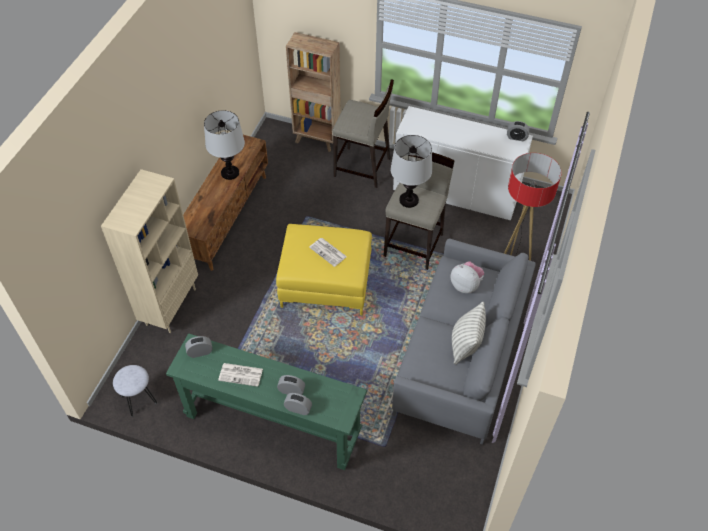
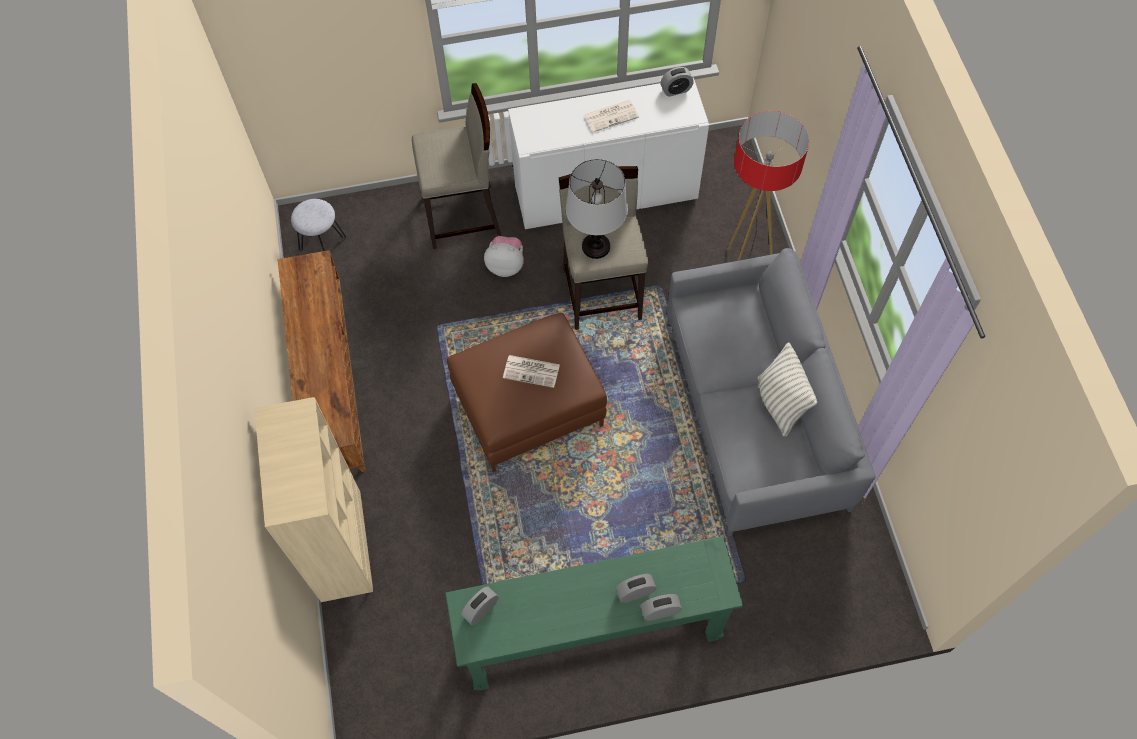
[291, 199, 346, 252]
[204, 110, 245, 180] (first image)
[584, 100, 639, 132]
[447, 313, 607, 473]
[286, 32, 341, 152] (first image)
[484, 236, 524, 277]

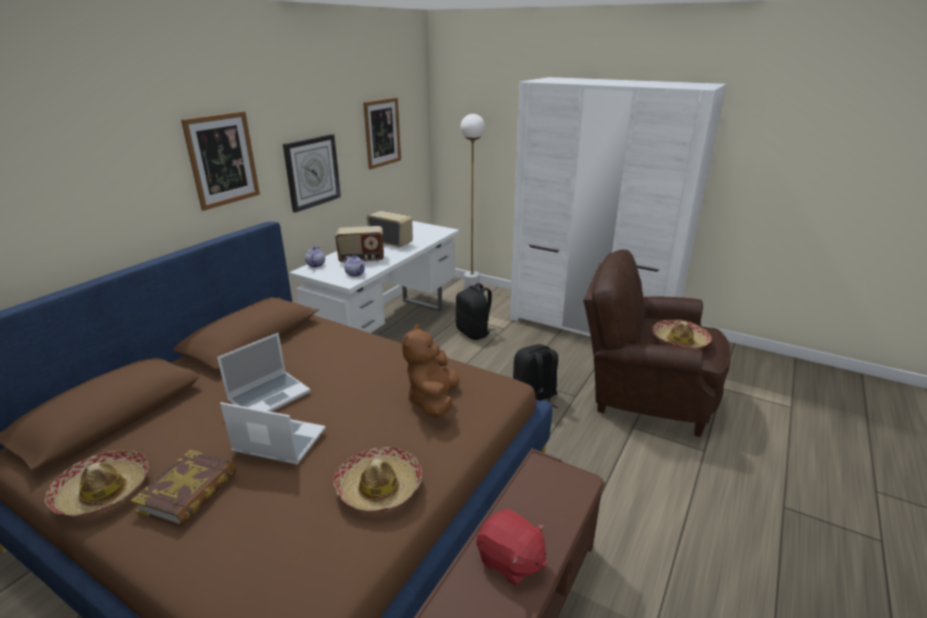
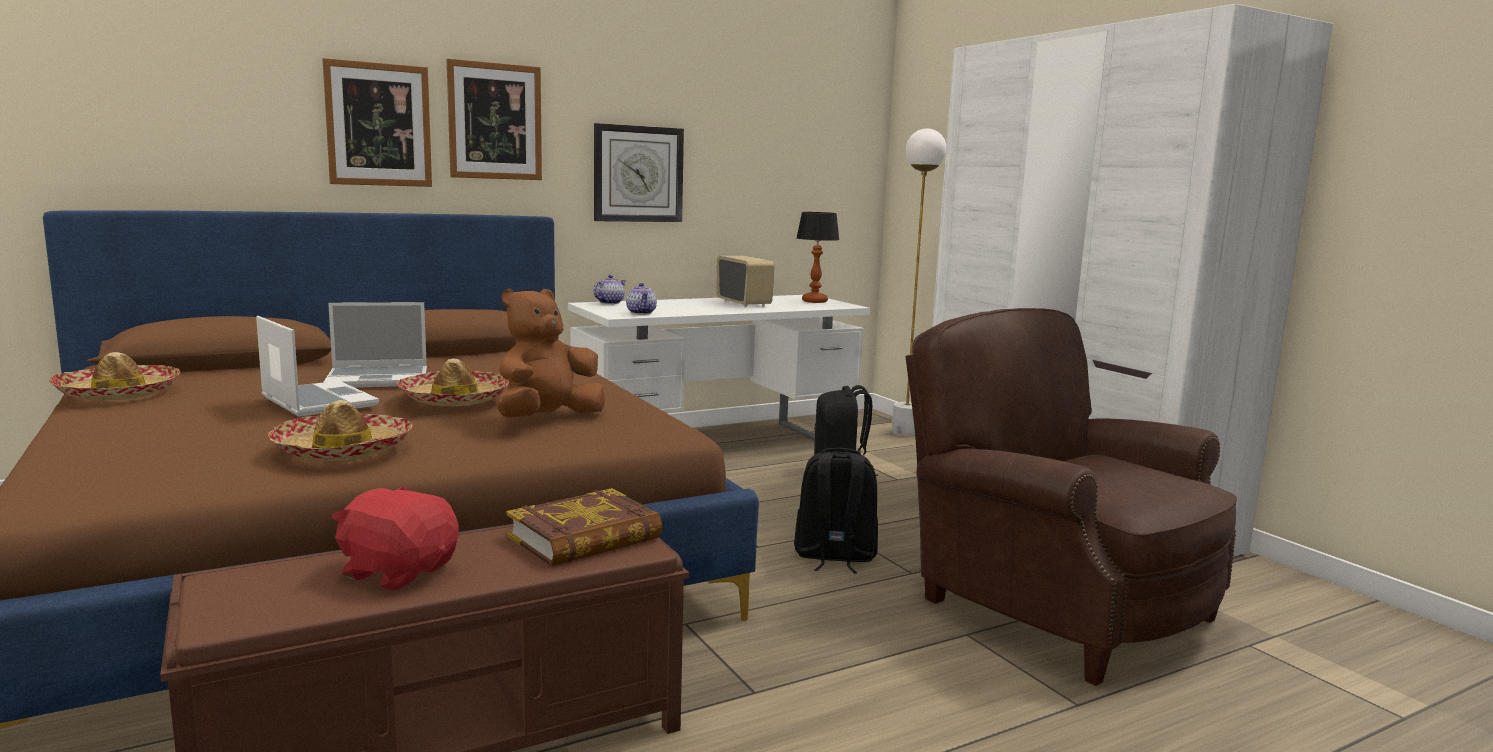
[506, 488, 663, 566]
[335, 226, 384, 262] (first image)
[322, 58, 432, 187]
[331, 486, 459, 590]
[397, 359, 509, 406]
[797, 212, 840, 303]

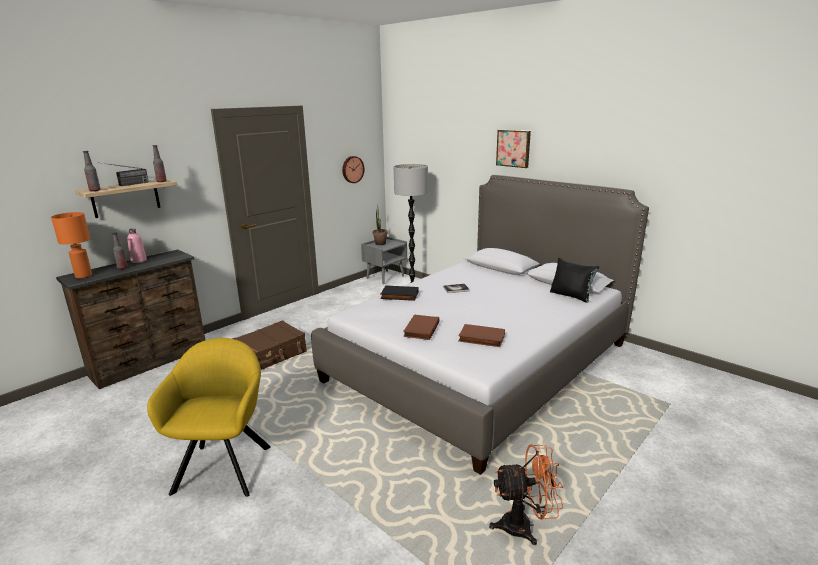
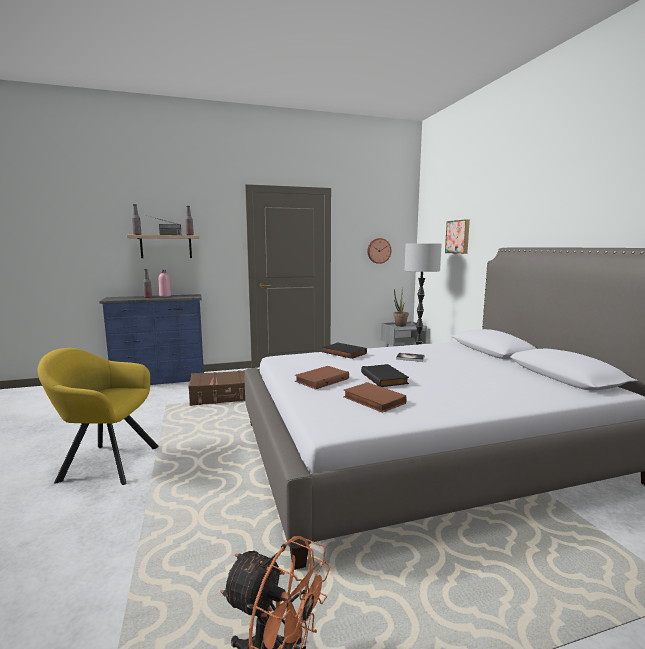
[51, 212, 92, 278] (first image)
[99, 294, 204, 385]
[37, 348, 159, 485]
[445, 219, 470, 254]
[550, 258, 599, 303] (first image)
[361, 364, 409, 387]

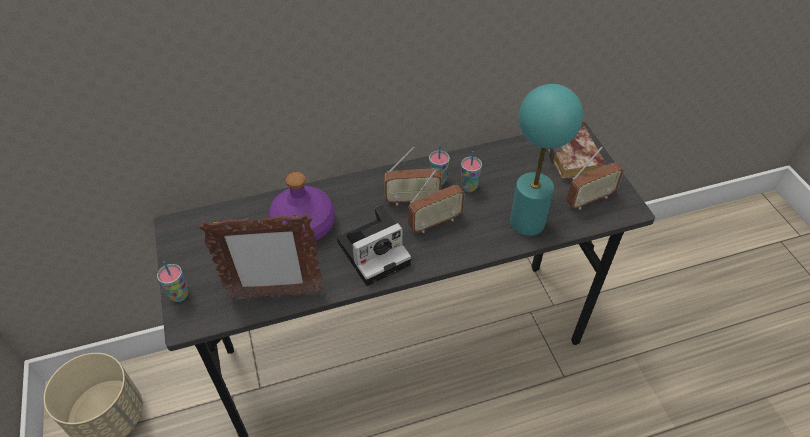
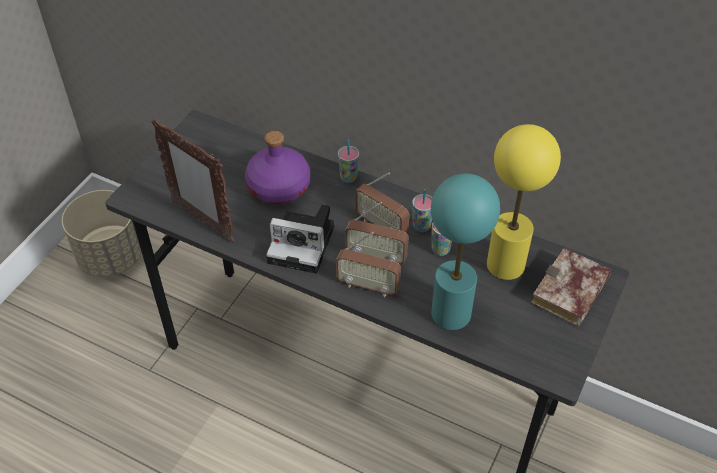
[338, 140, 359, 183]
[336, 232, 401, 297]
[487, 124, 561, 280]

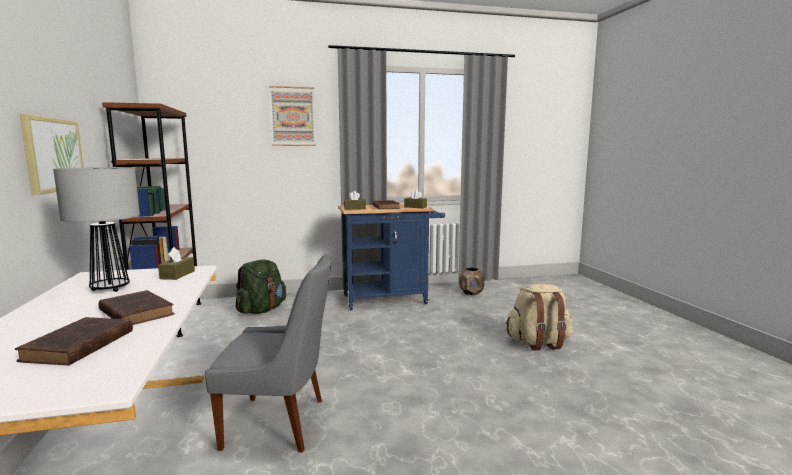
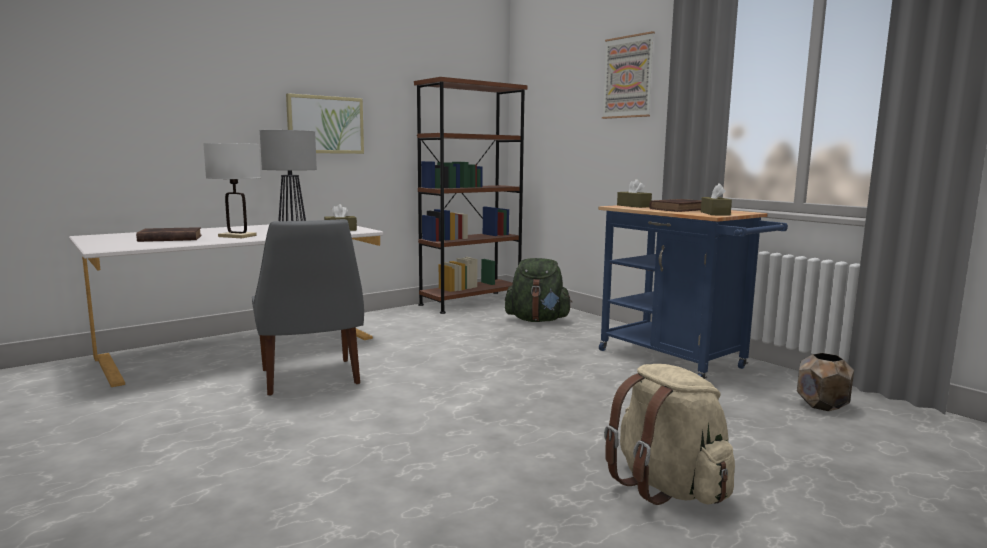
[203, 143, 261, 238]

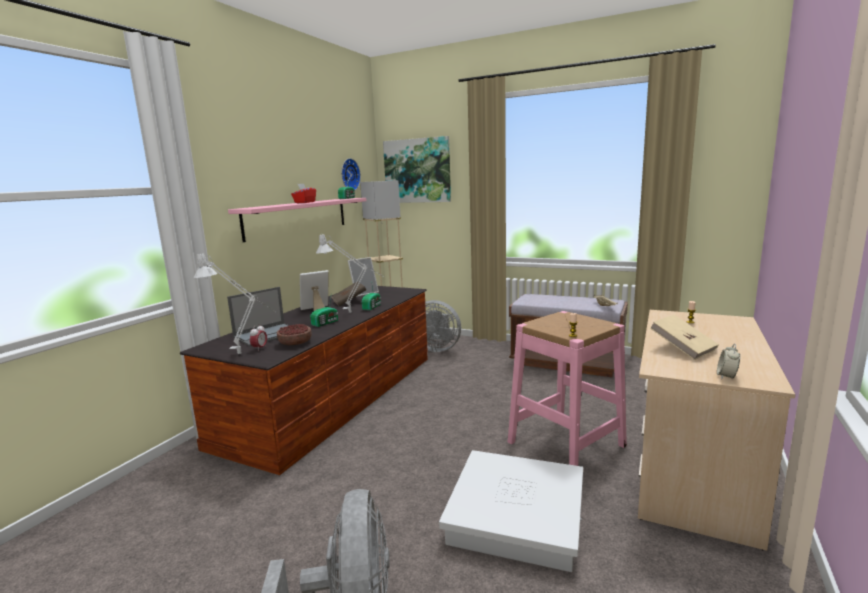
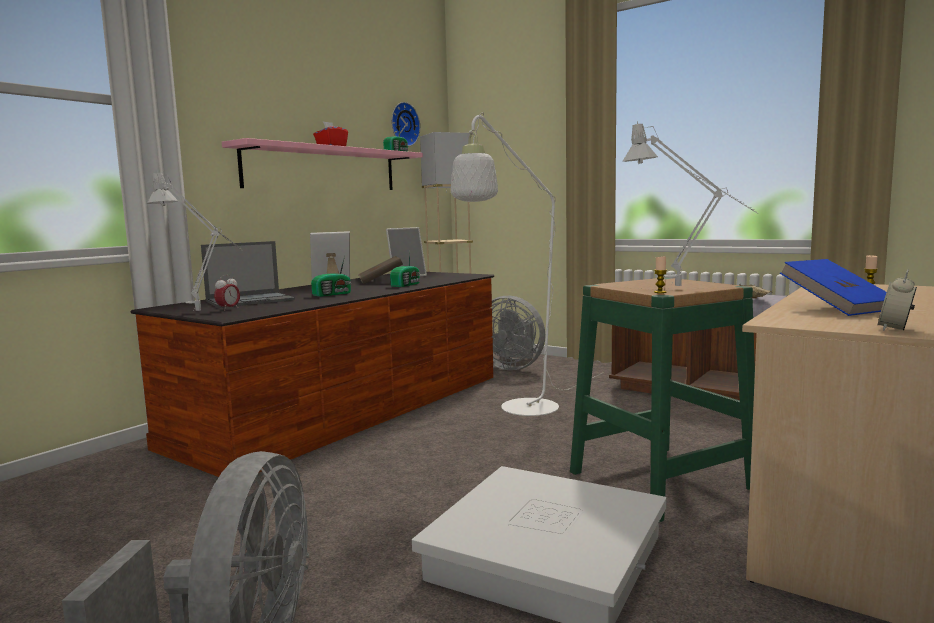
[277, 324, 312, 345] (first image)
[622, 121, 758, 286]
[383, 136, 451, 203] (first image)
[570, 278, 755, 522]
[780, 259, 886, 316]
[451, 112, 602, 416]

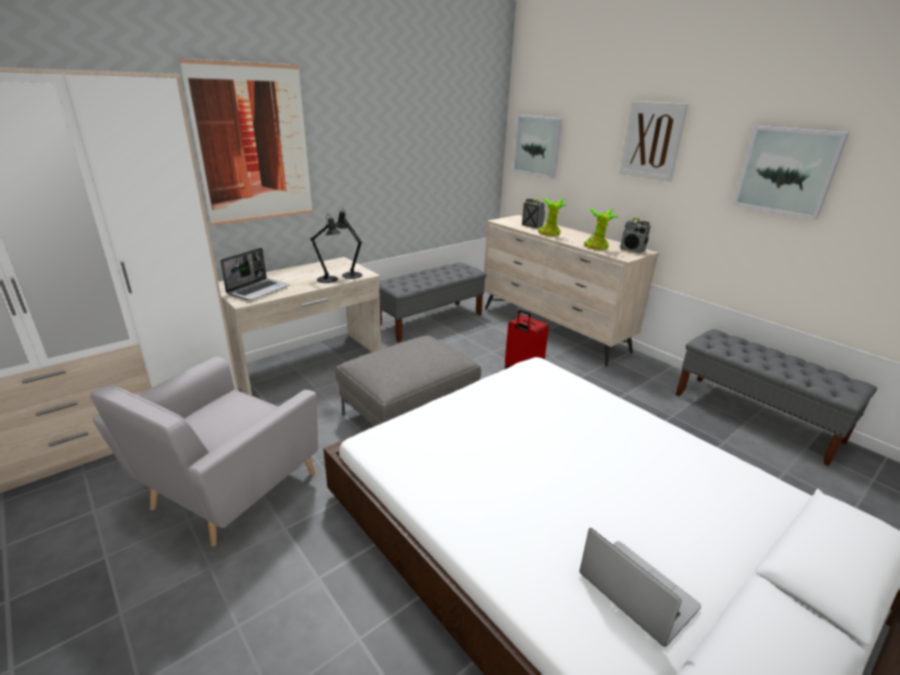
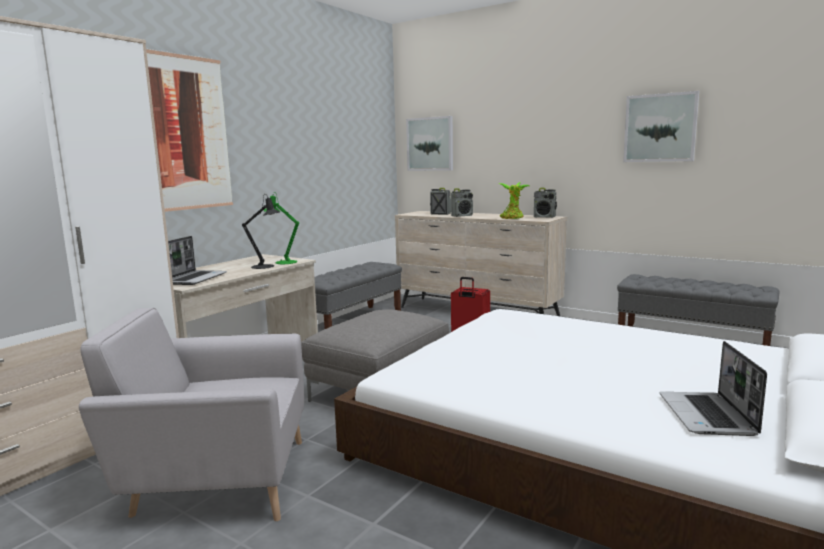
[79, 308, 304, 521]
[264, 192, 299, 264]
[451, 188, 473, 217]
[660, 341, 767, 436]
[619, 101, 688, 181] (first image)

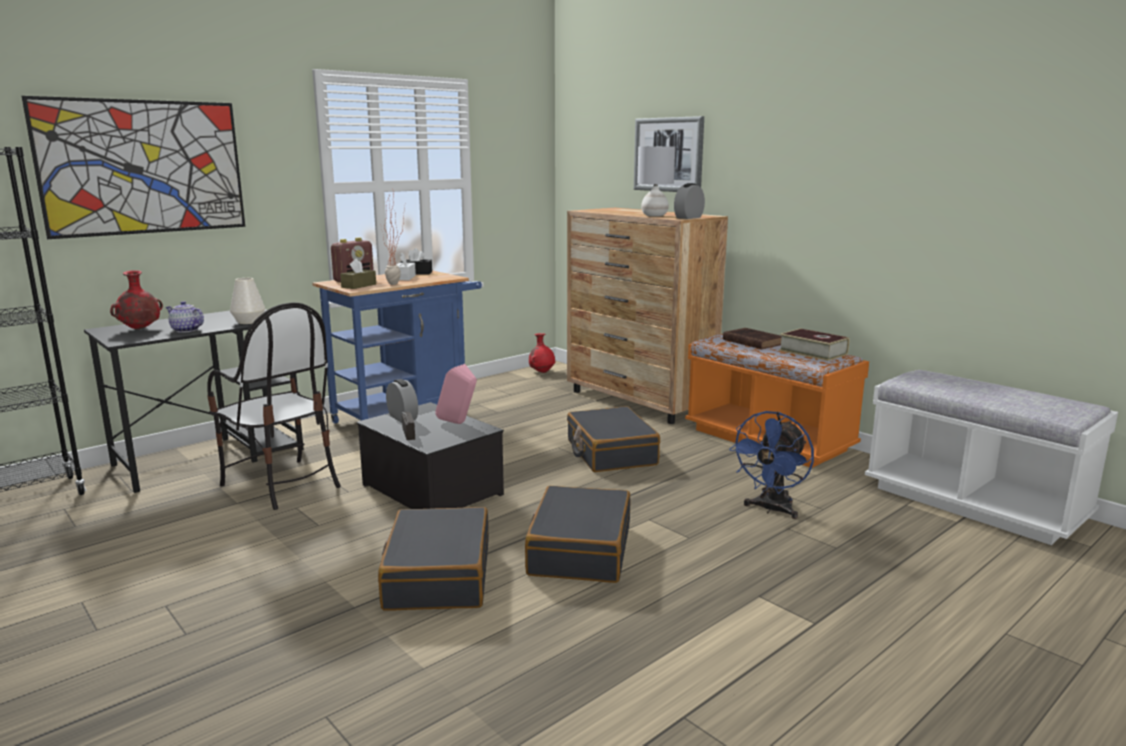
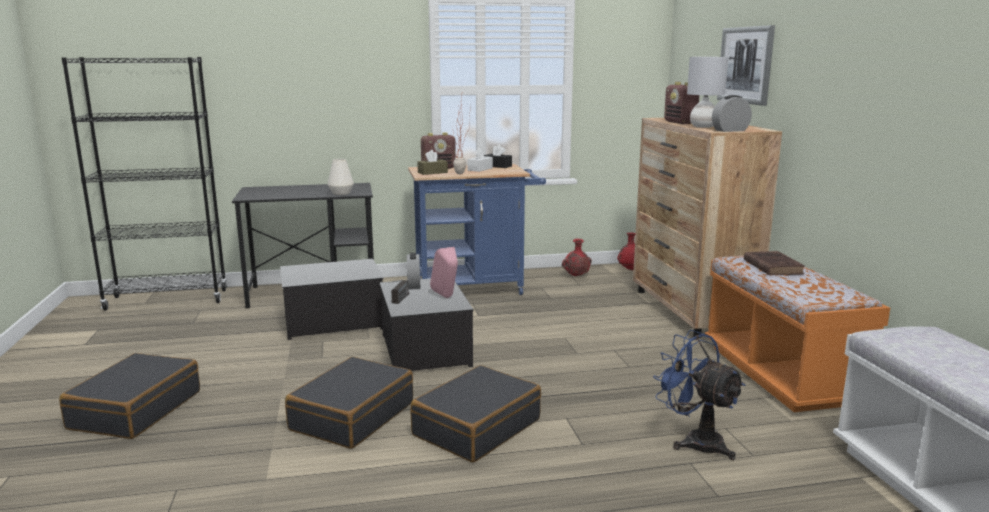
[22, 96, 245, 239] (first image)
[562, 239, 592, 276]
[166, 301, 204, 333] (first image)
[280, 259, 383, 340]
[59, 353, 200, 439]
[653, 330, 746, 460]
[779, 328, 849, 361] (first image)
[664, 82, 699, 124]

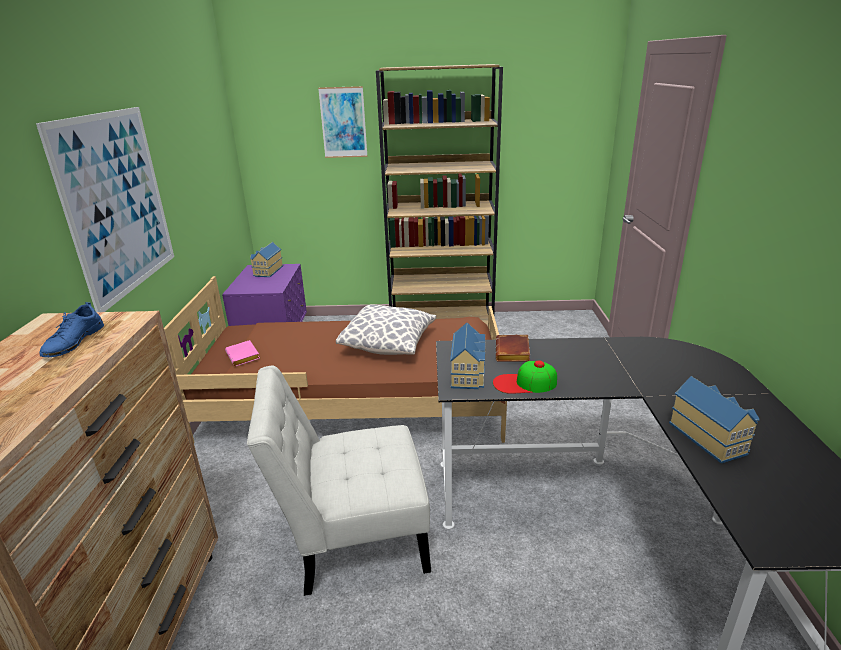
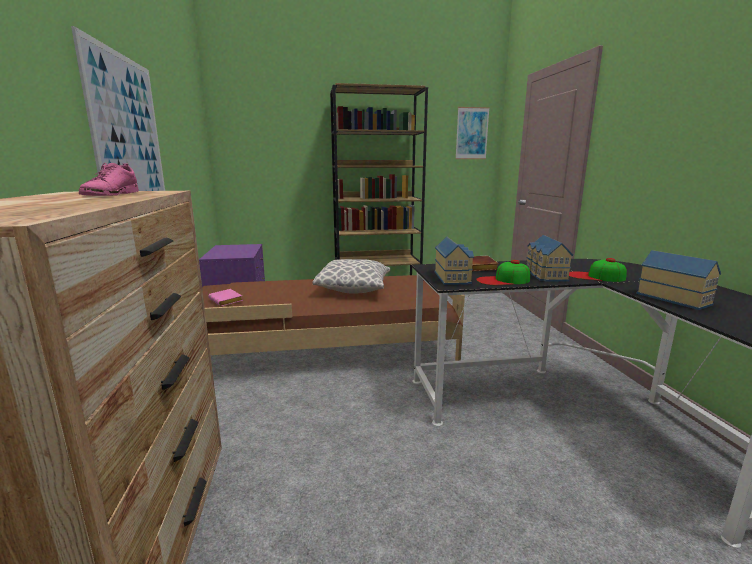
[79, 163, 139, 196]
[247, 365, 431, 596] (first image)
[527, 235, 573, 282]
[455, 107, 490, 159]
[569, 258, 627, 282]

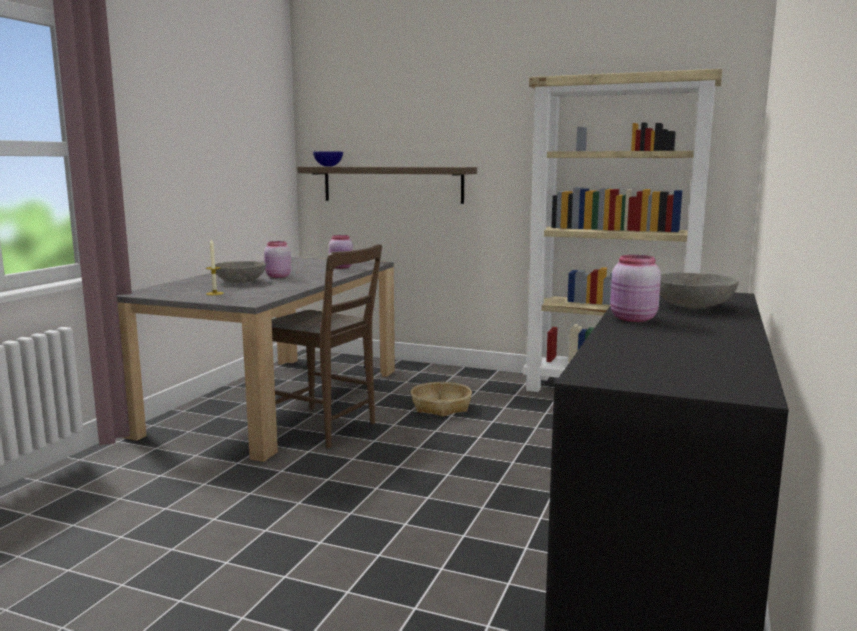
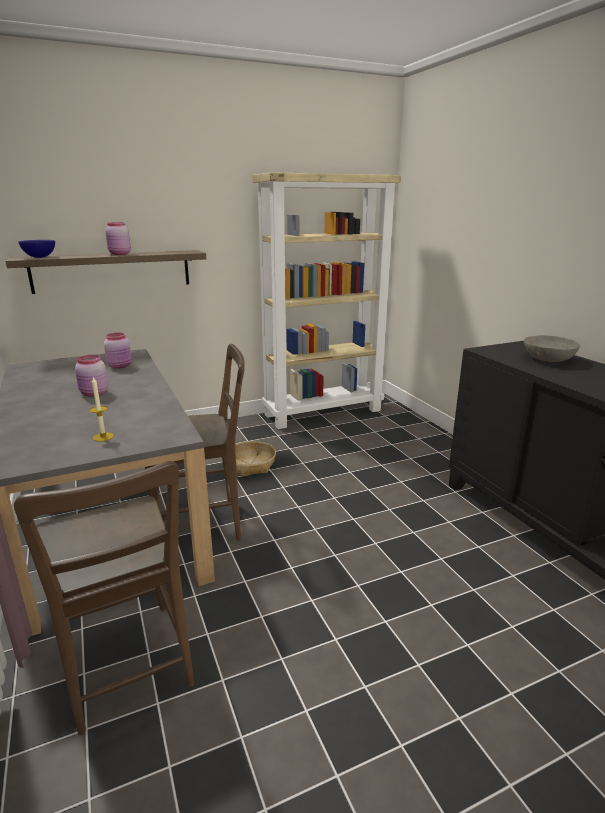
[215, 261, 266, 283] (first image)
[105, 222, 131, 255]
[14, 461, 194, 735]

